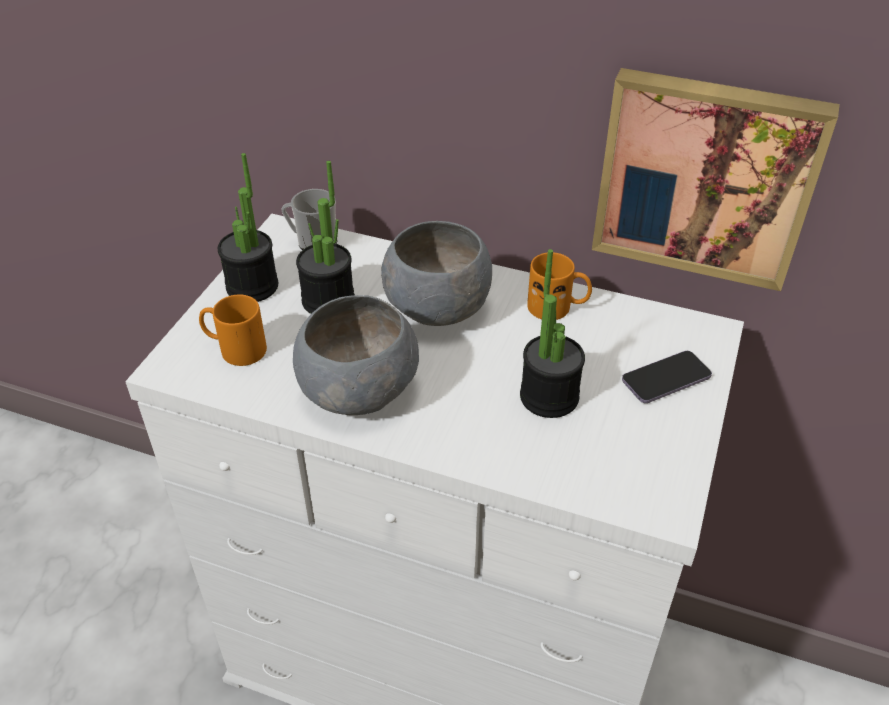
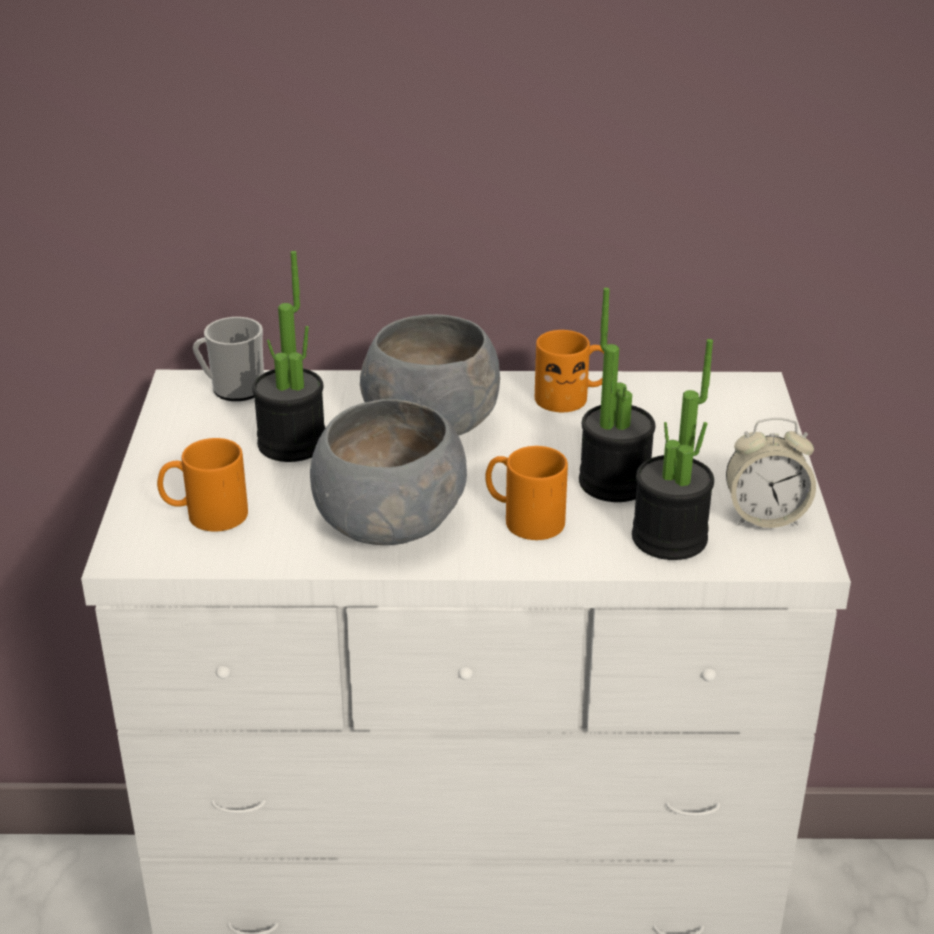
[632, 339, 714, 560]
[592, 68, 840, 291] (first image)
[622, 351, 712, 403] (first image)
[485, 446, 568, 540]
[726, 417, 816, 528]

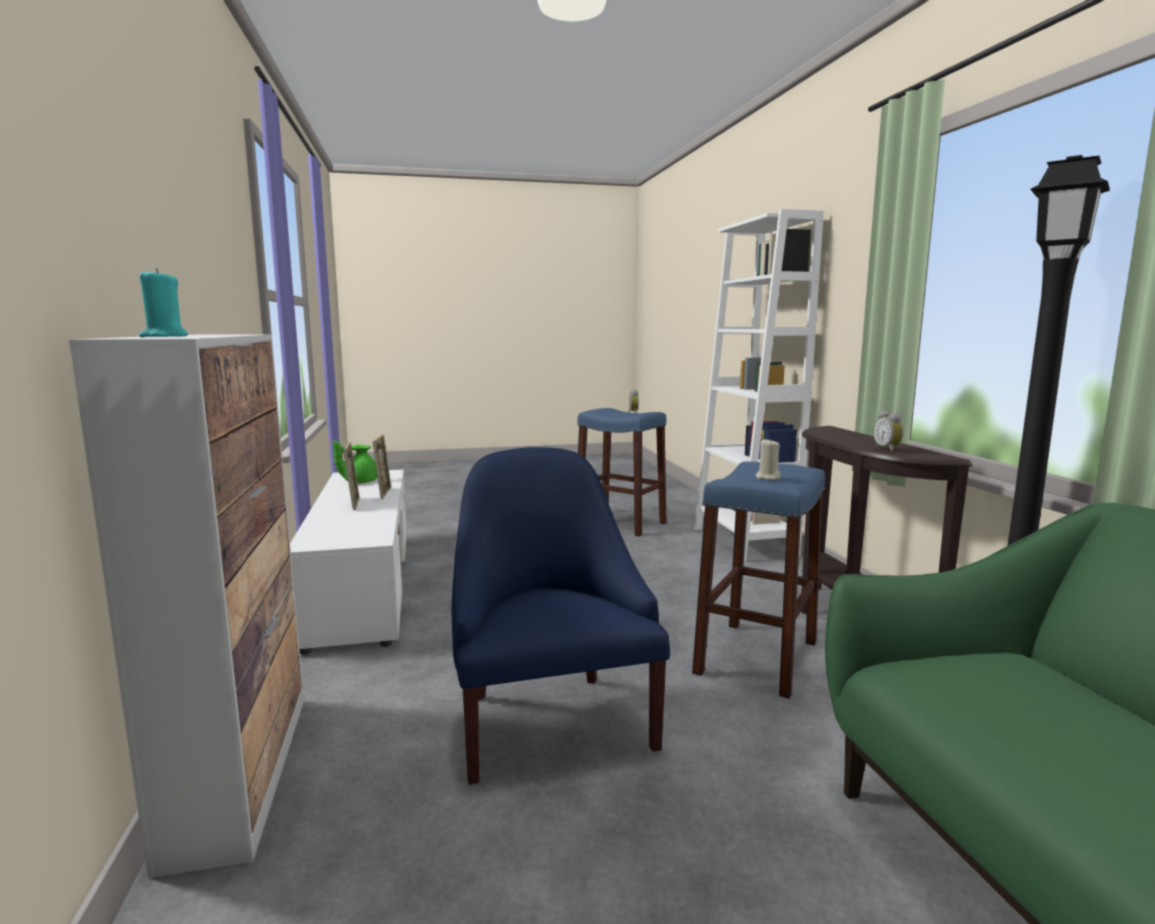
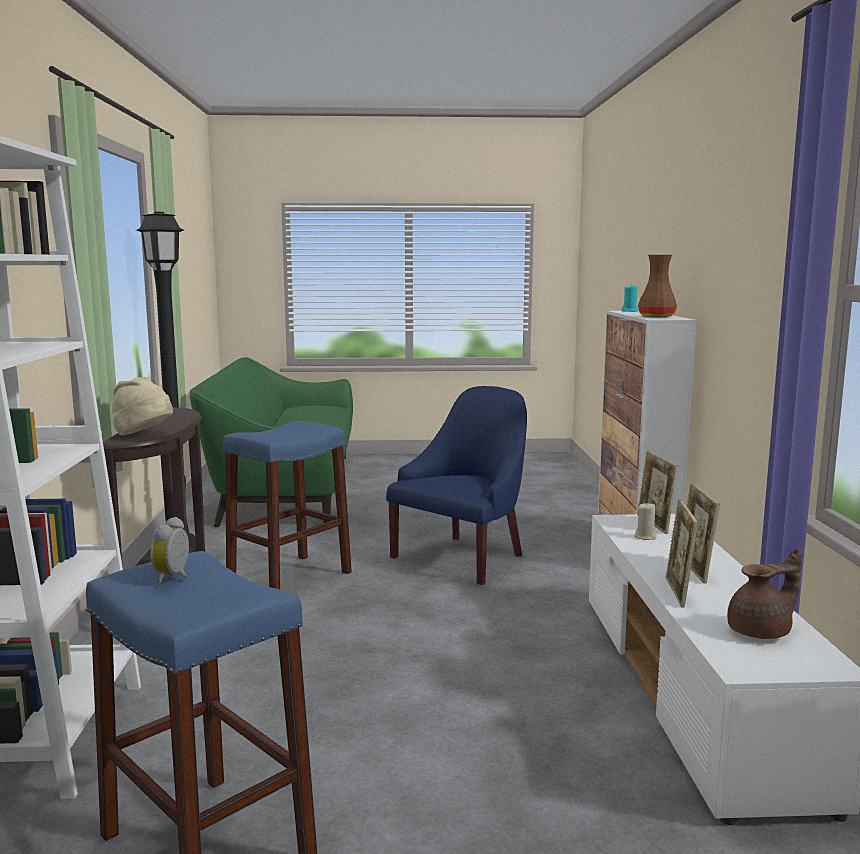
[727, 548, 802, 639]
[386, 386, 527, 585]
[634, 502, 657, 540]
[873, 411, 903, 452] (first image)
[111, 377, 173, 435]
[637, 451, 678, 534]
[638, 255, 677, 318]

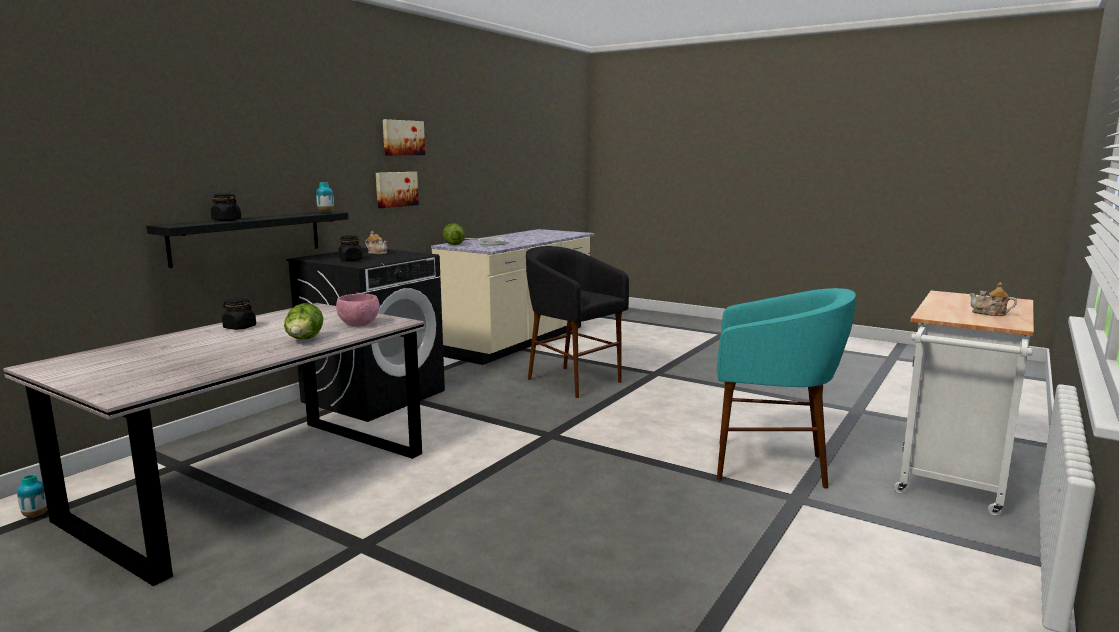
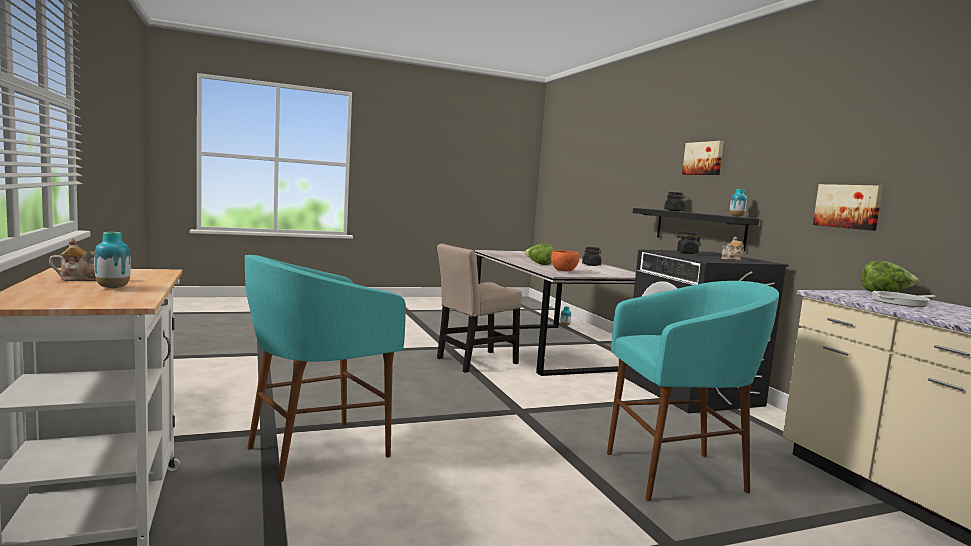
[551, 250, 579, 271]
[682, 141, 724, 175]
[607, 281, 779, 501]
[94, 232, 131, 288]
[437, 244, 522, 373]

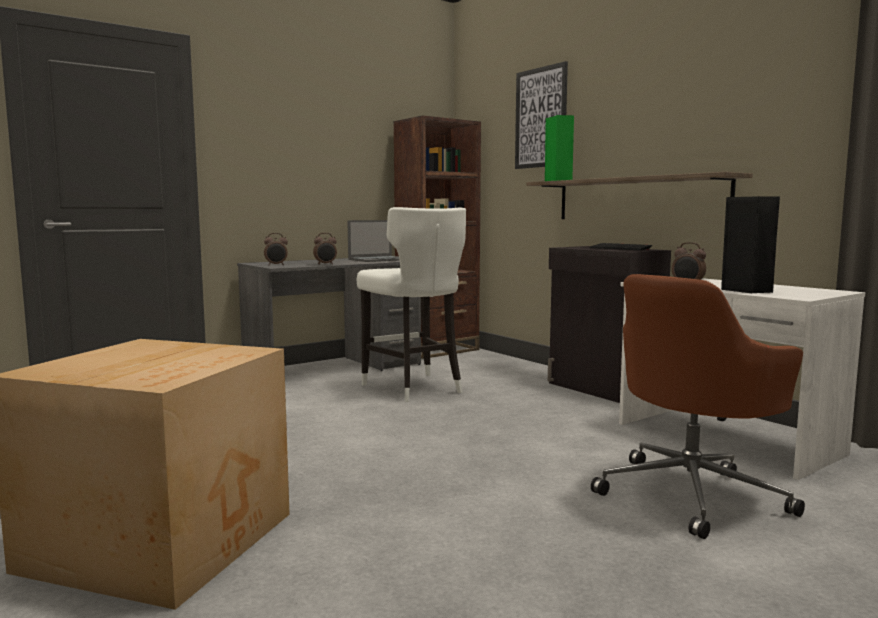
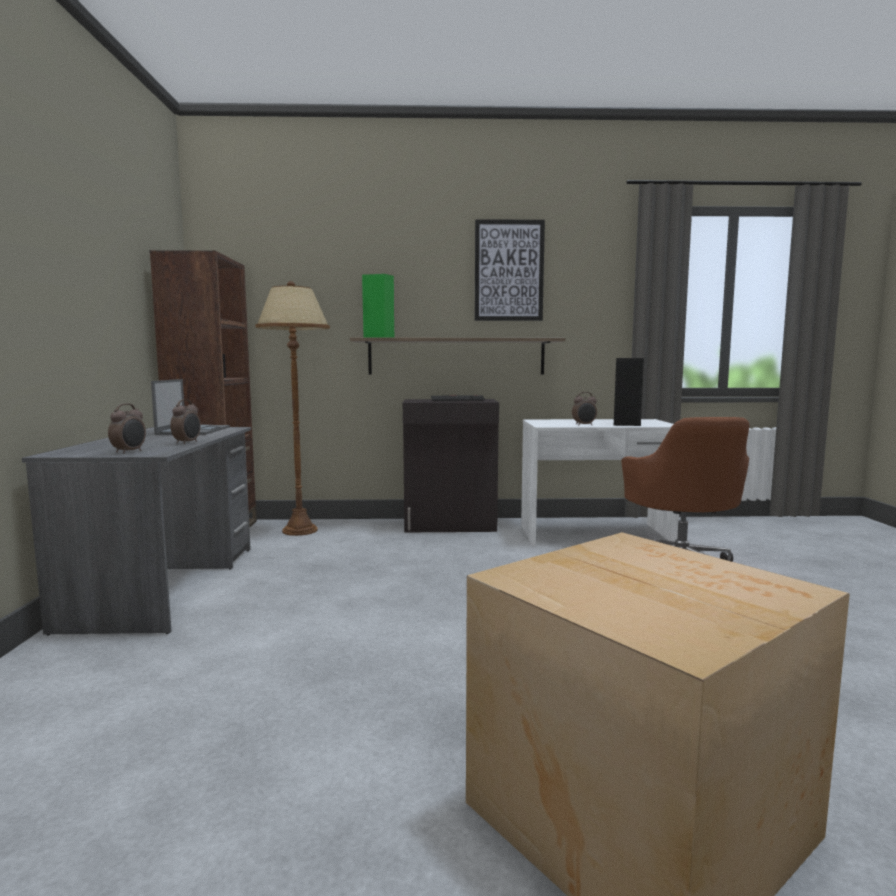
[357, 207, 466, 402] (first image)
[475, 219, 545, 321]
[255, 281, 330, 536]

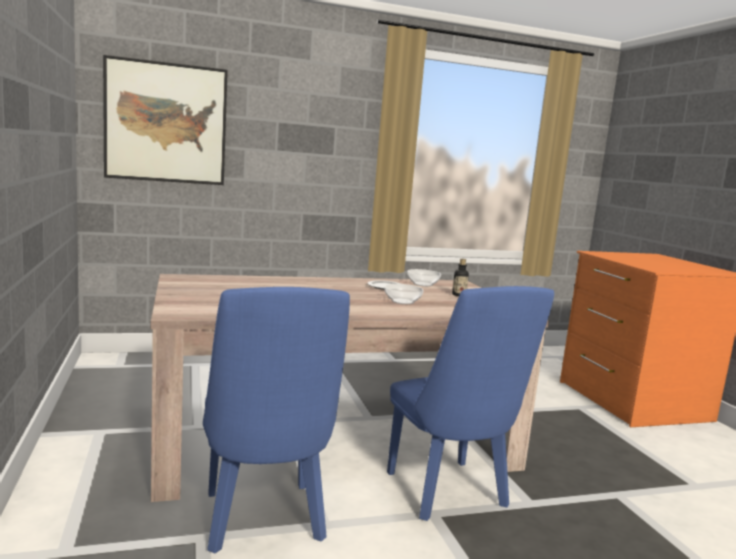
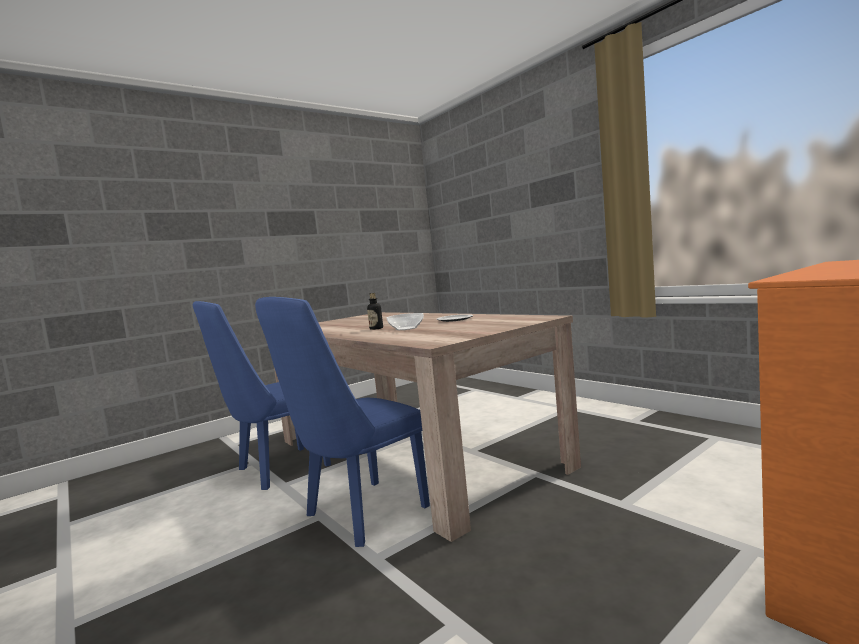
[103, 55, 228, 185] (first image)
[407, 269, 441, 286] (first image)
[367, 293, 383, 330]

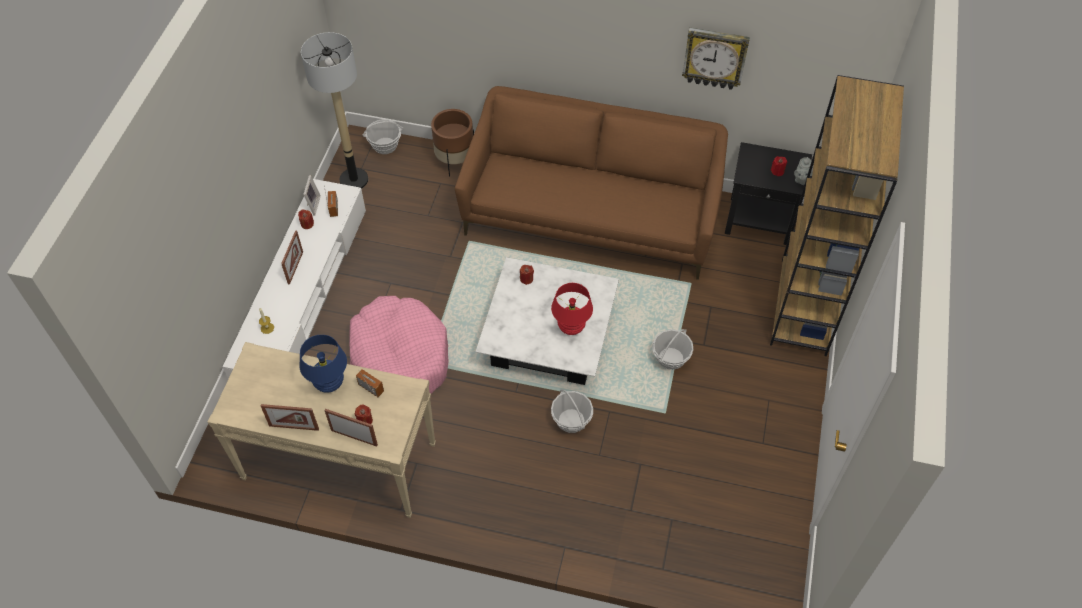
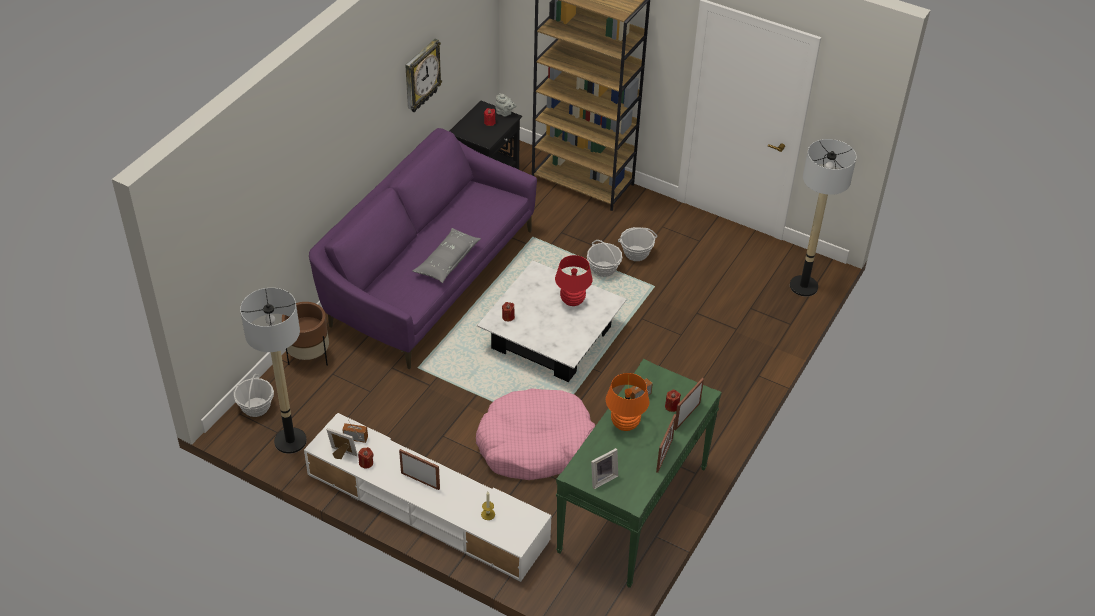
[556, 359, 722, 588]
[606, 373, 649, 431]
[309, 128, 537, 369]
[618, 227, 658, 261]
[413, 228, 481, 283]
[591, 448, 618, 489]
[790, 139, 856, 296]

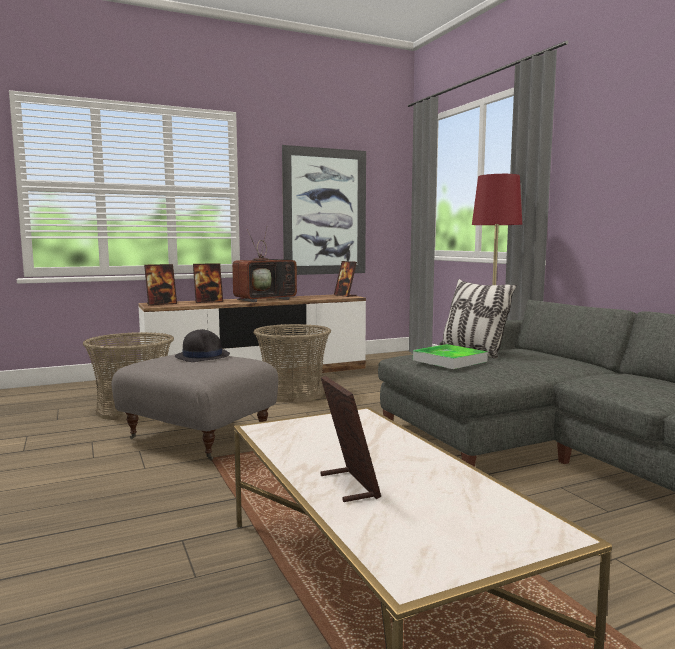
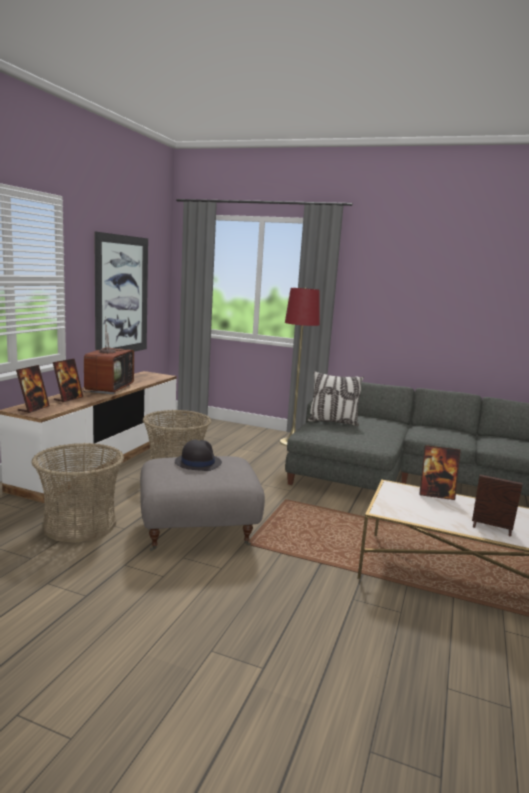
[419, 445, 461, 500]
[413, 344, 488, 369] (first image)

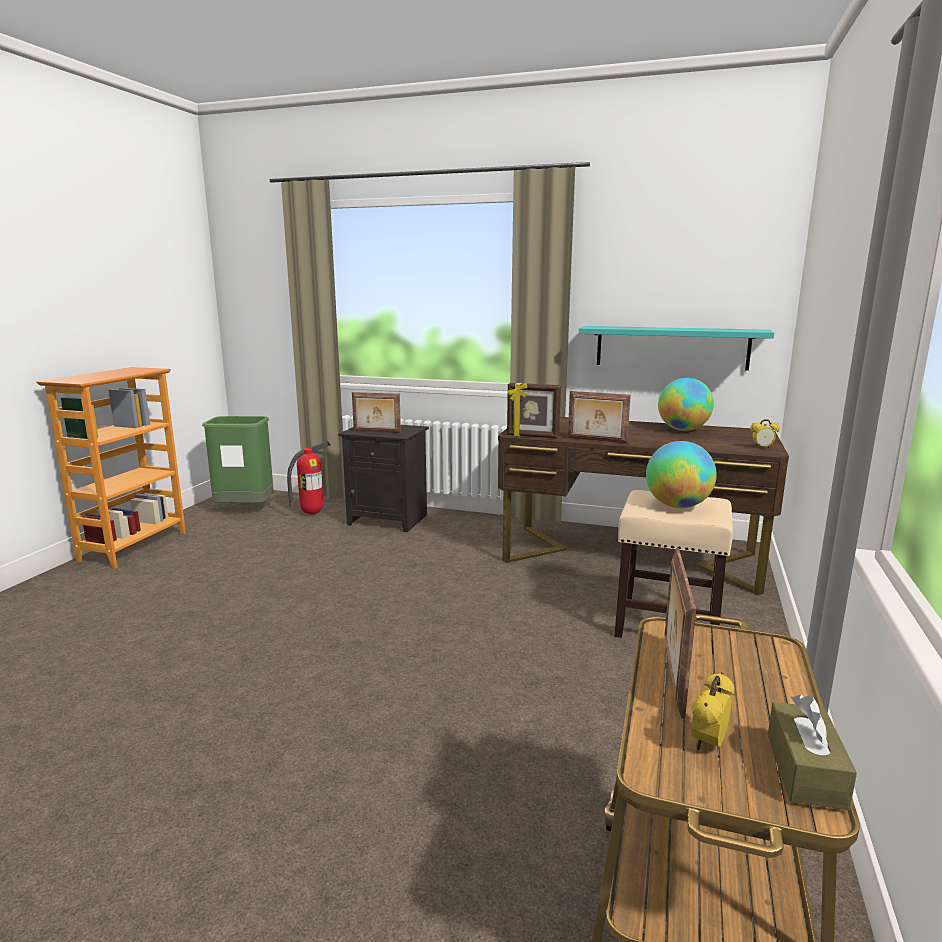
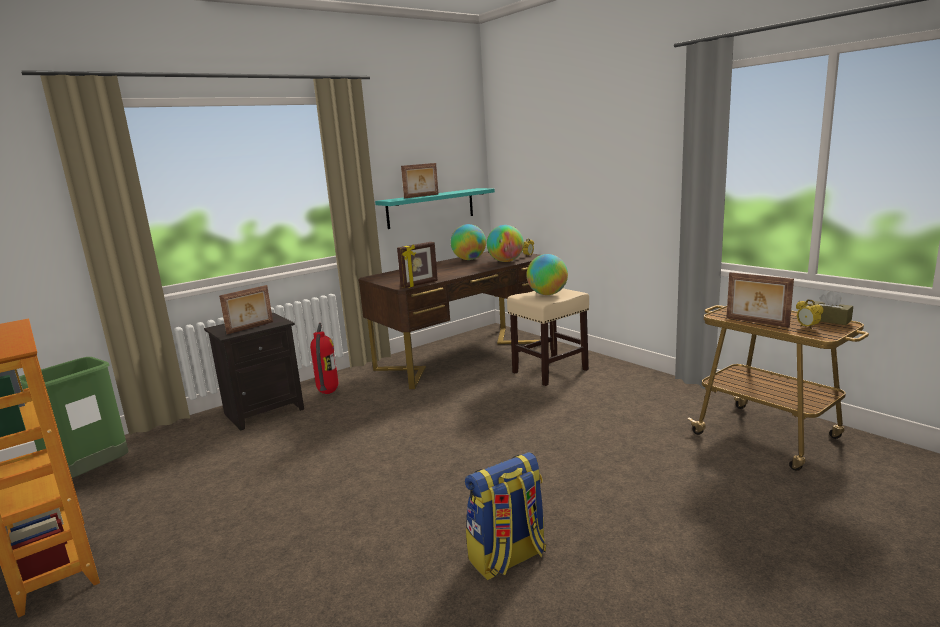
[310, 323, 338, 394]
[401, 163, 439, 198]
[465, 452, 546, 580]
[487, 225, 524, 262]

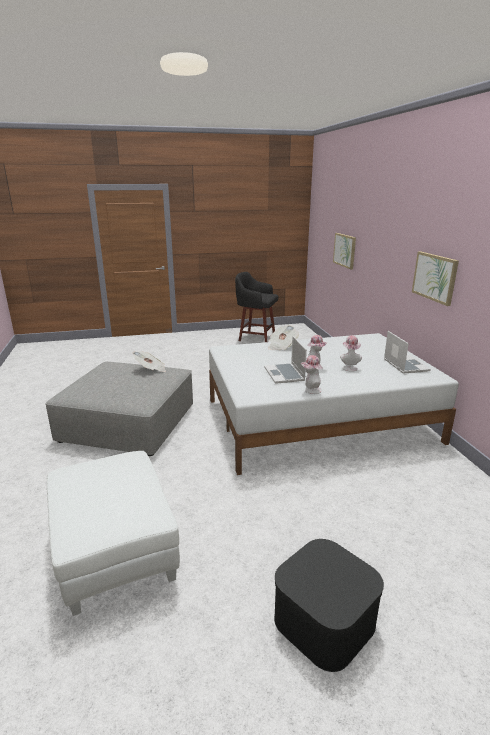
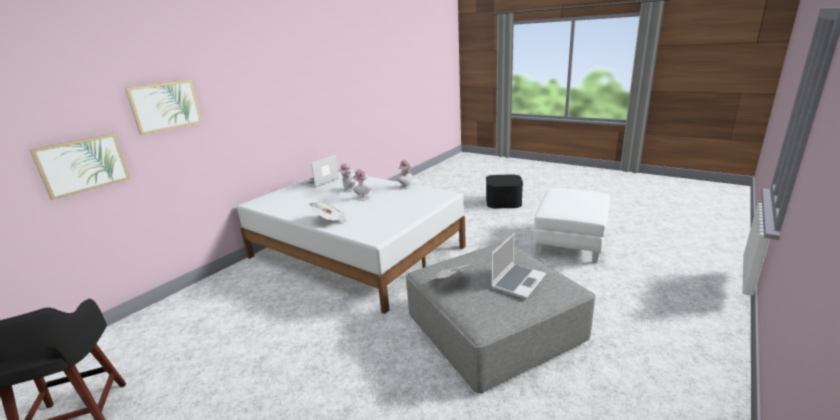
[491, 233, 546, 299]
[125, 80, 203, 135]

